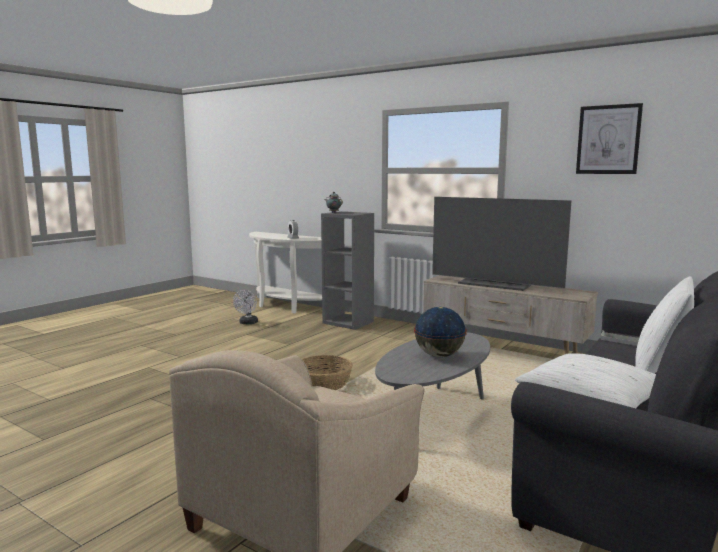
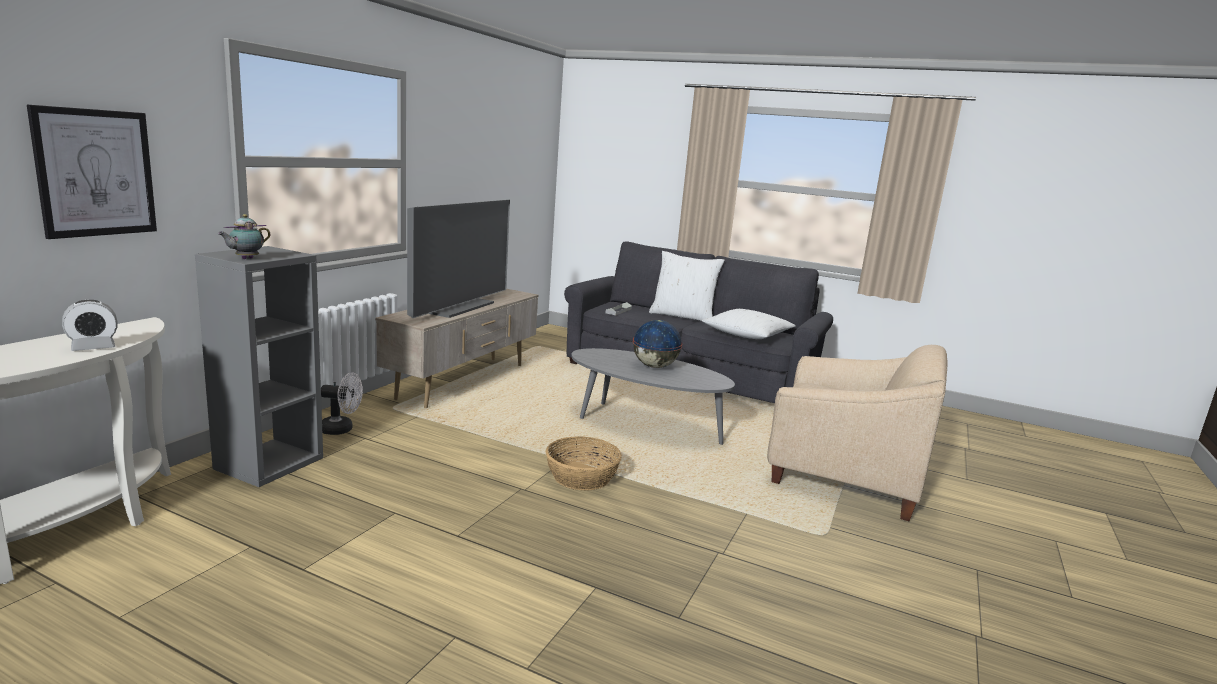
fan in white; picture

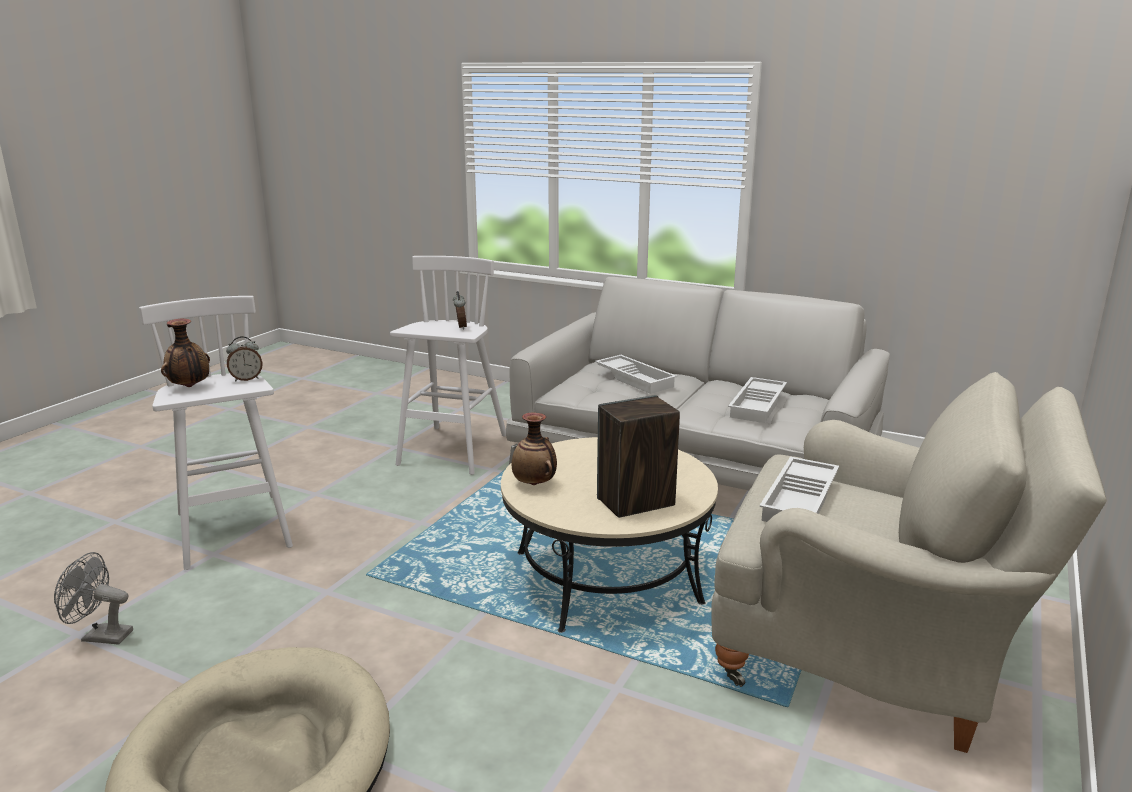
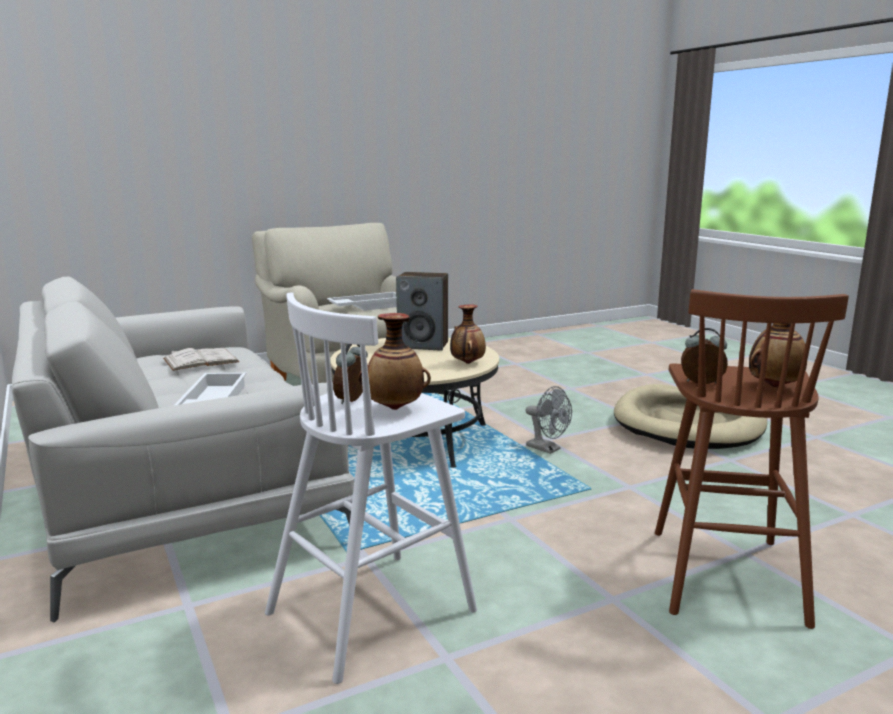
vase (1st from left); fan in grey; book in white; stool in brown

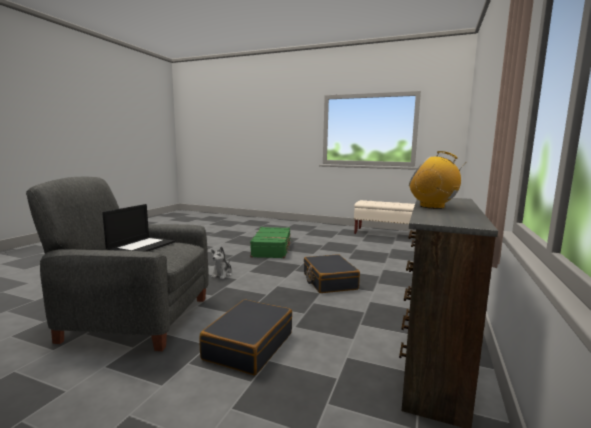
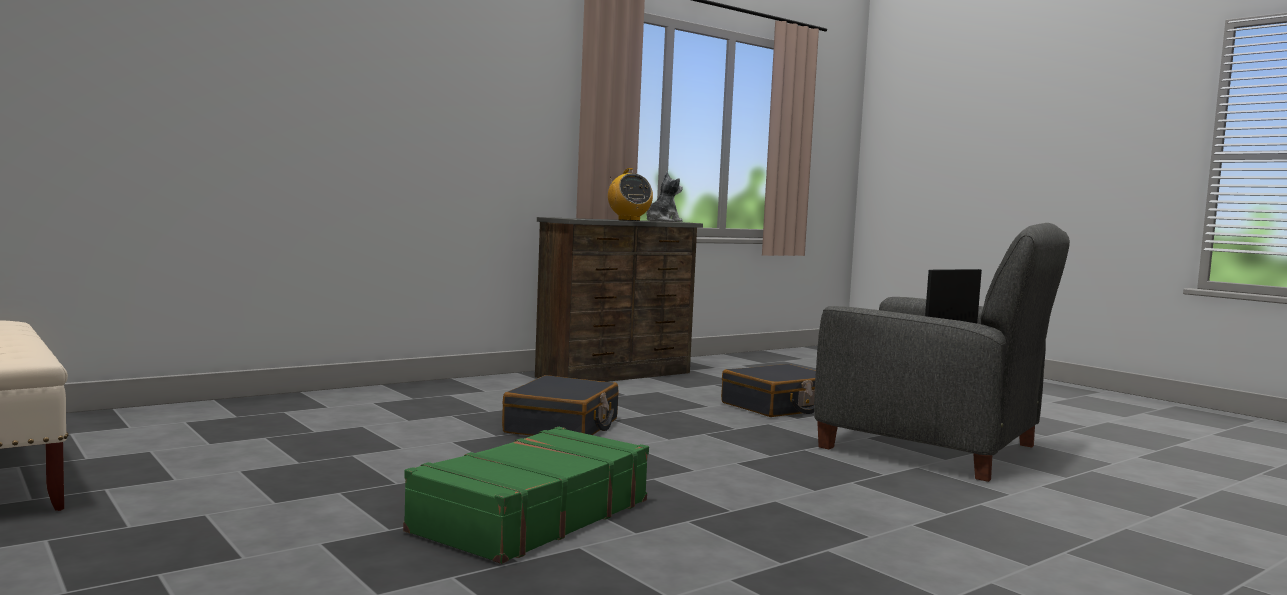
plush toy

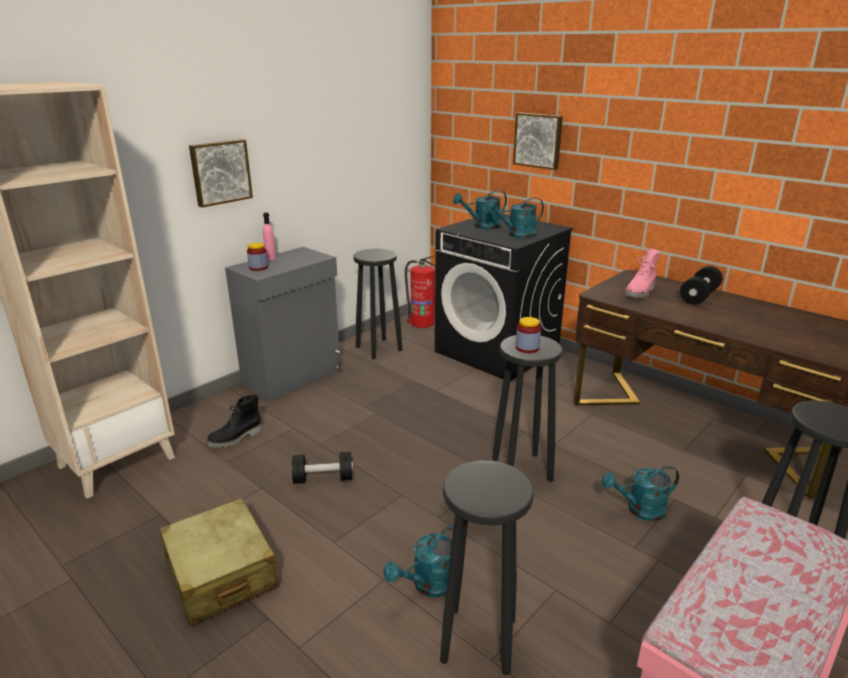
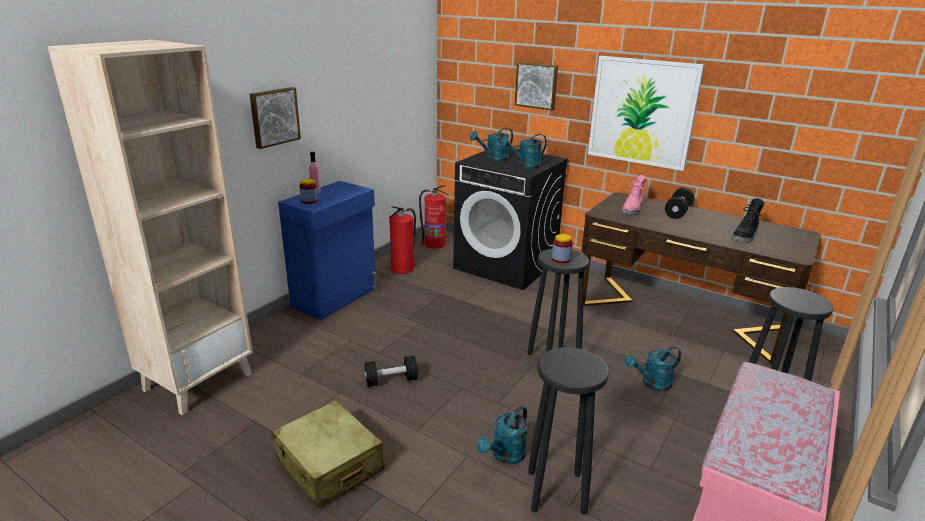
picture (3rd from left); boot in black; fire extinguisher (1st from left); cabinet in blue

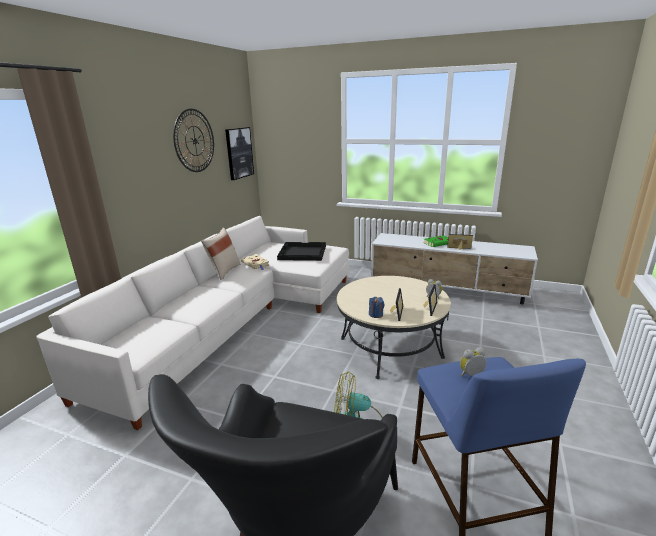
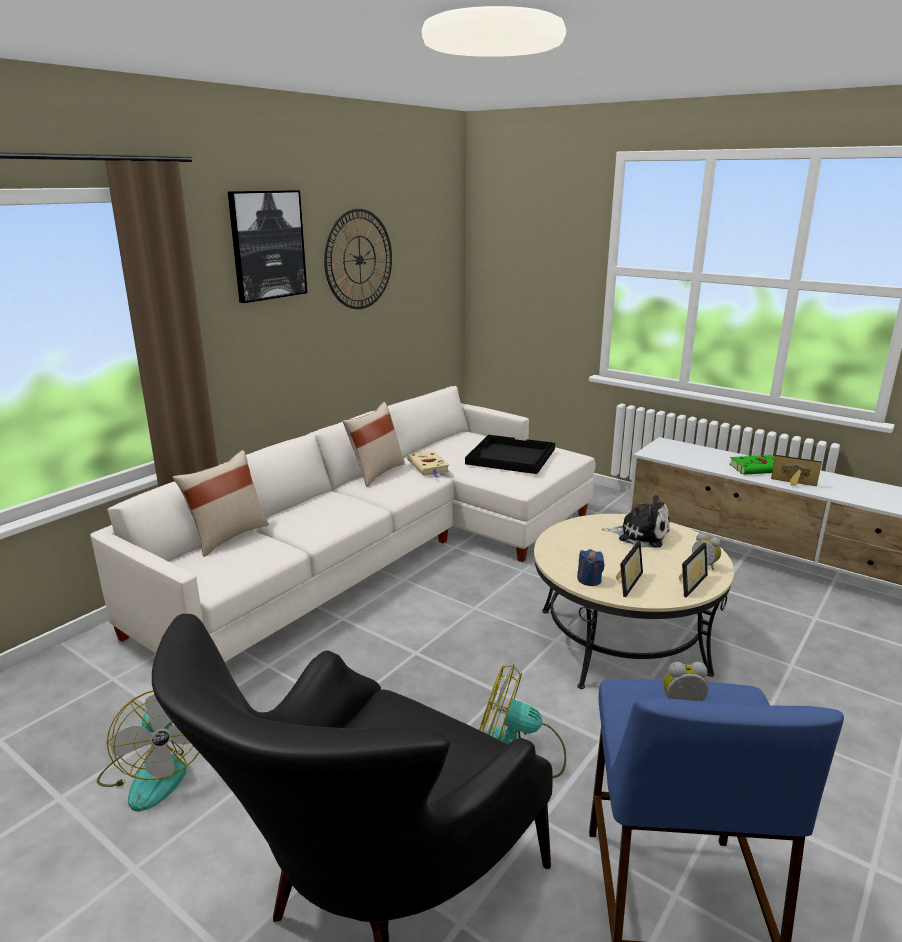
fan (1st from left); pillow in beige (1st from left); plush toy; picture

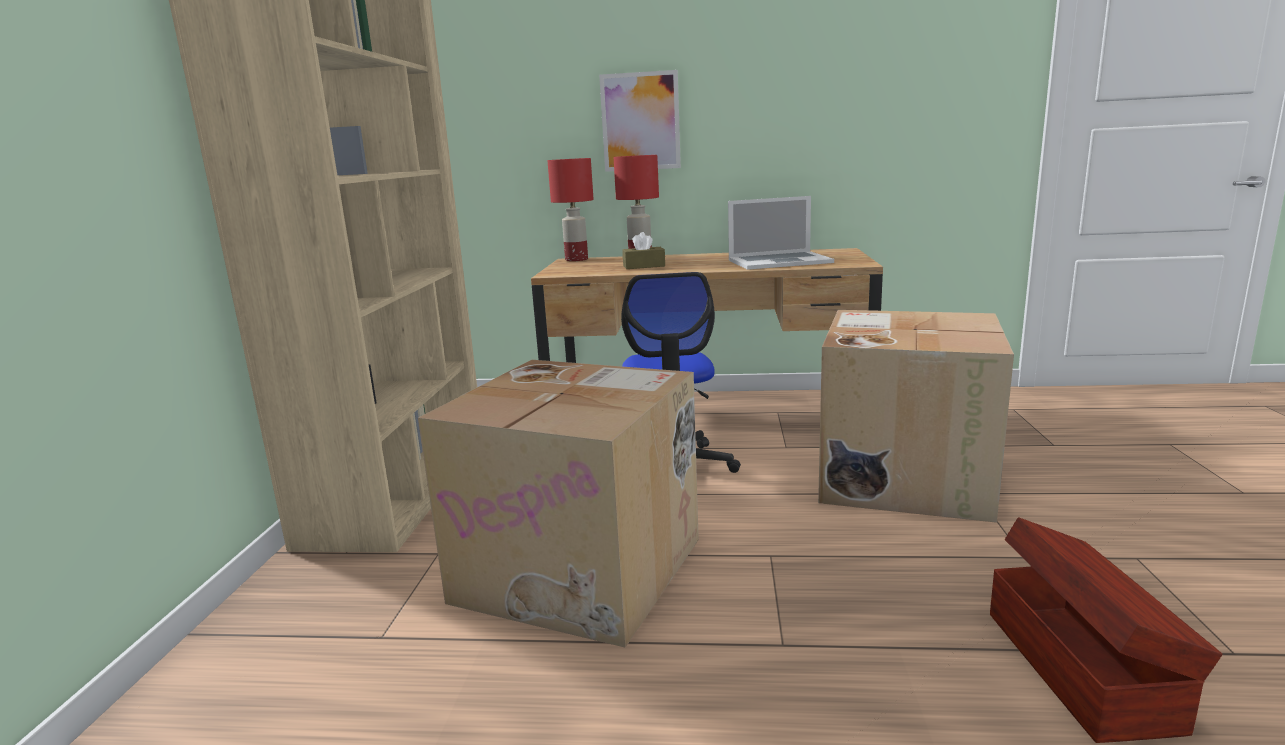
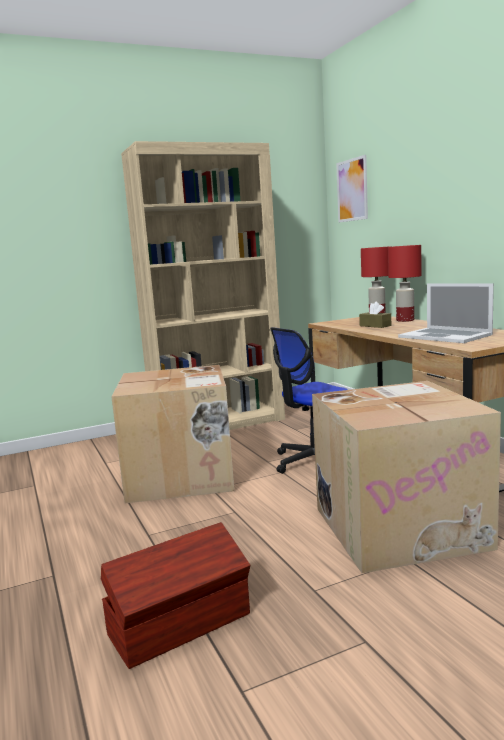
picture

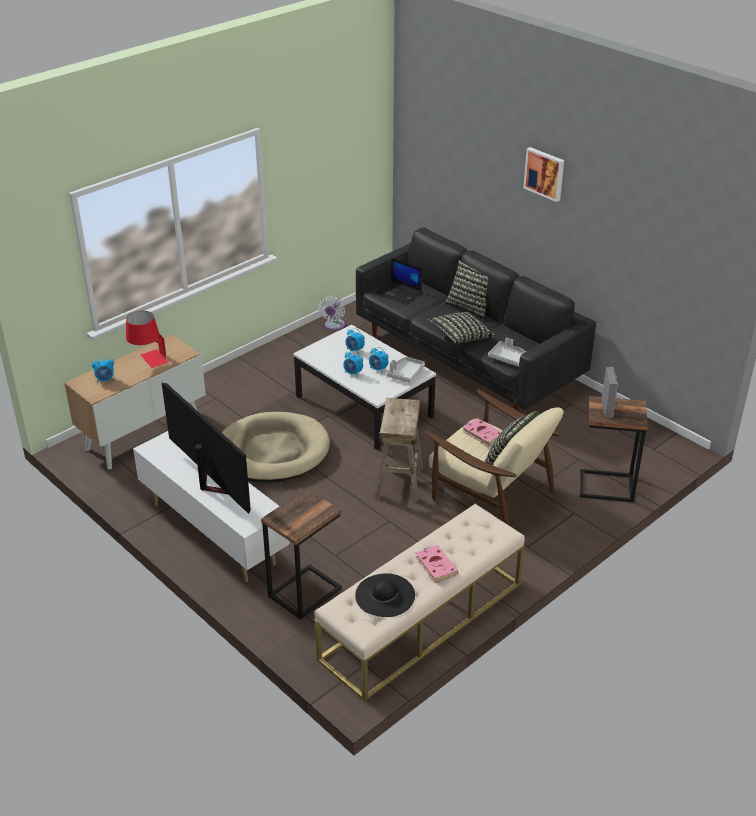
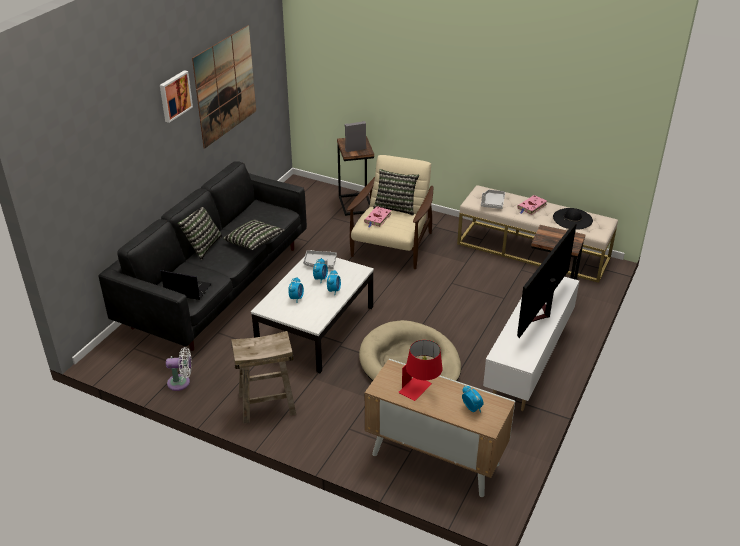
picture (2nd from left); stool in beige; tray in grey (2nd from left); laptop

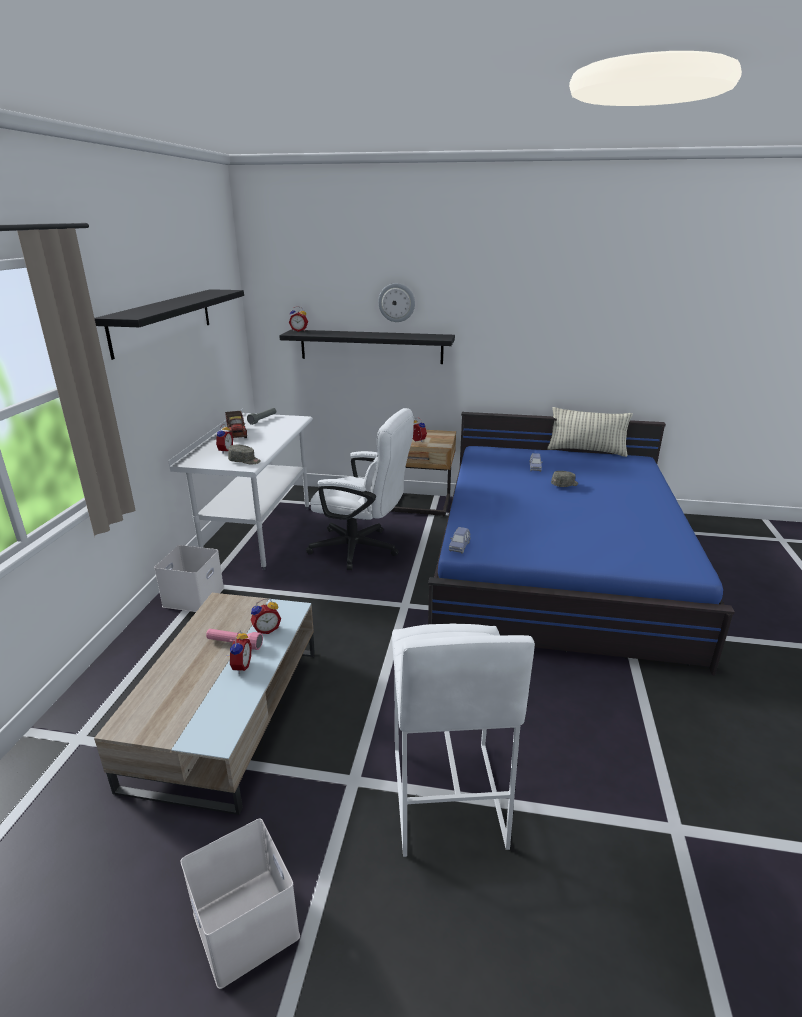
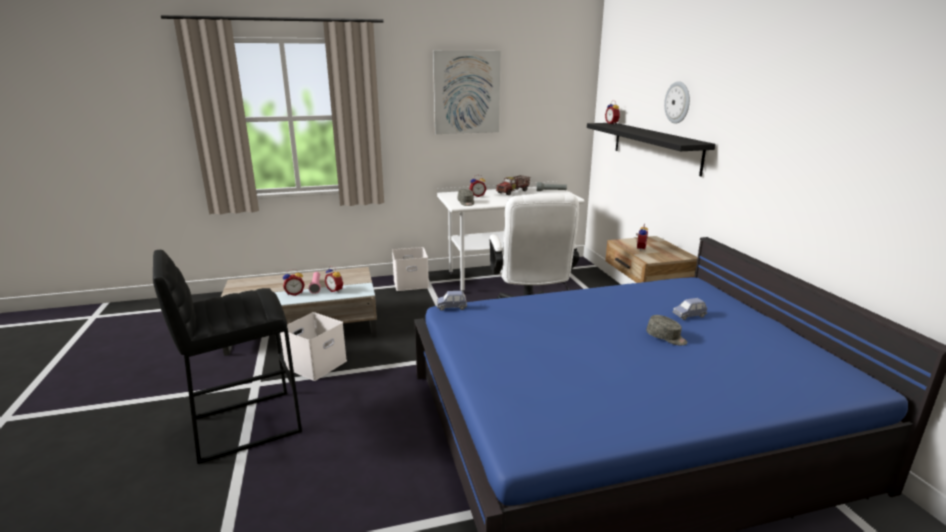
pillow; storage box in white (1st from left); picture; stool in black

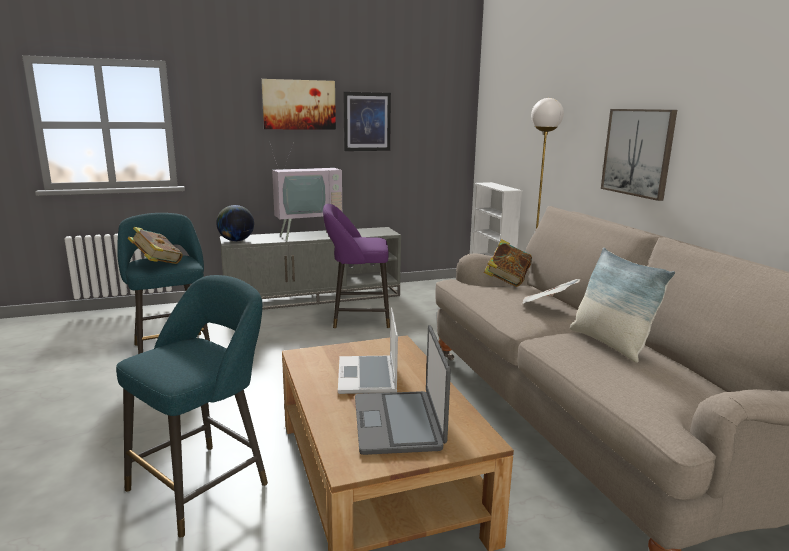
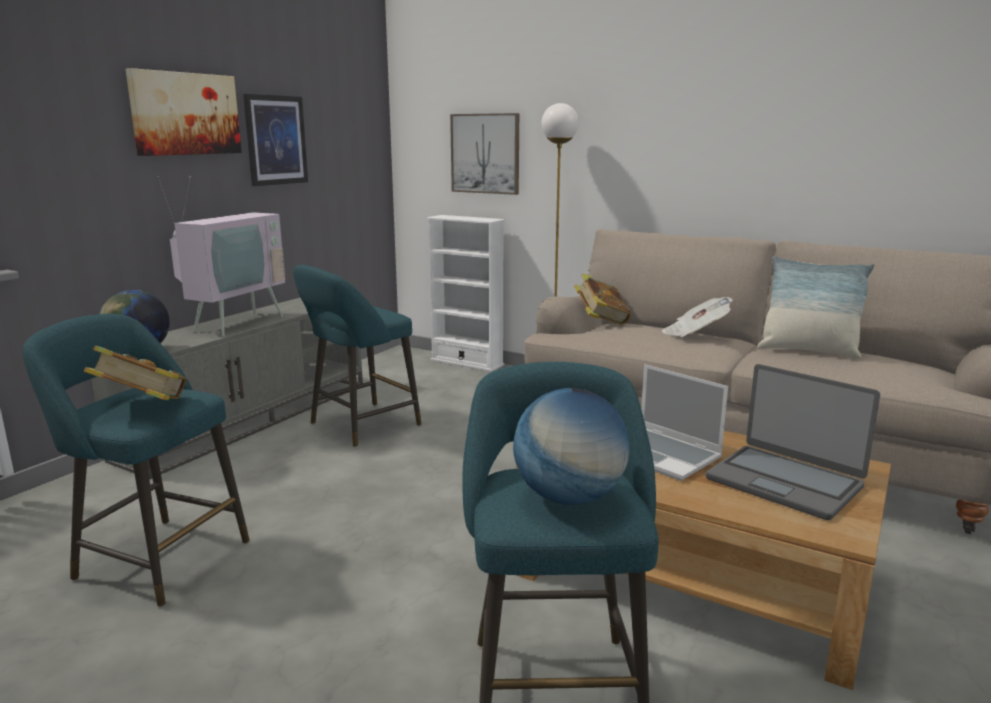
globe (2nd from left); picture (3rd from left); stool in turquoise (2nd from left)

